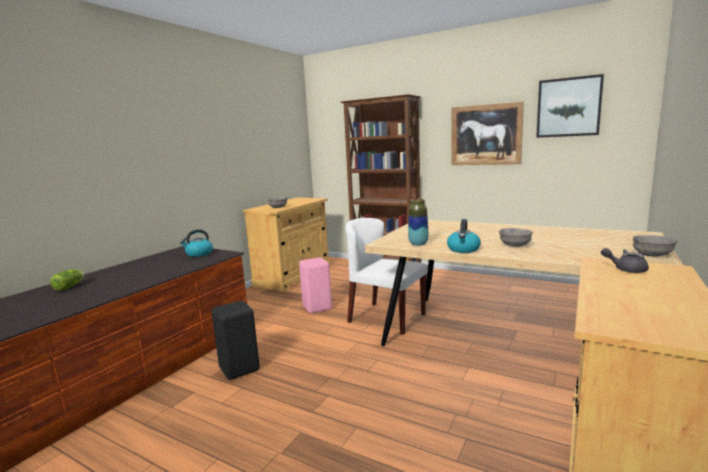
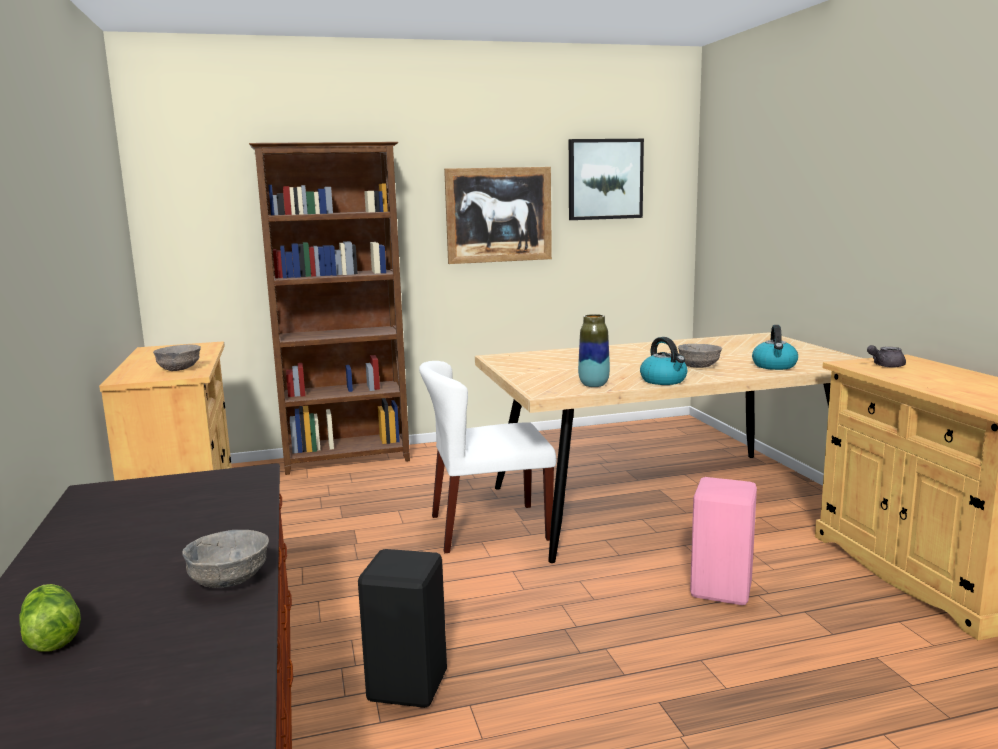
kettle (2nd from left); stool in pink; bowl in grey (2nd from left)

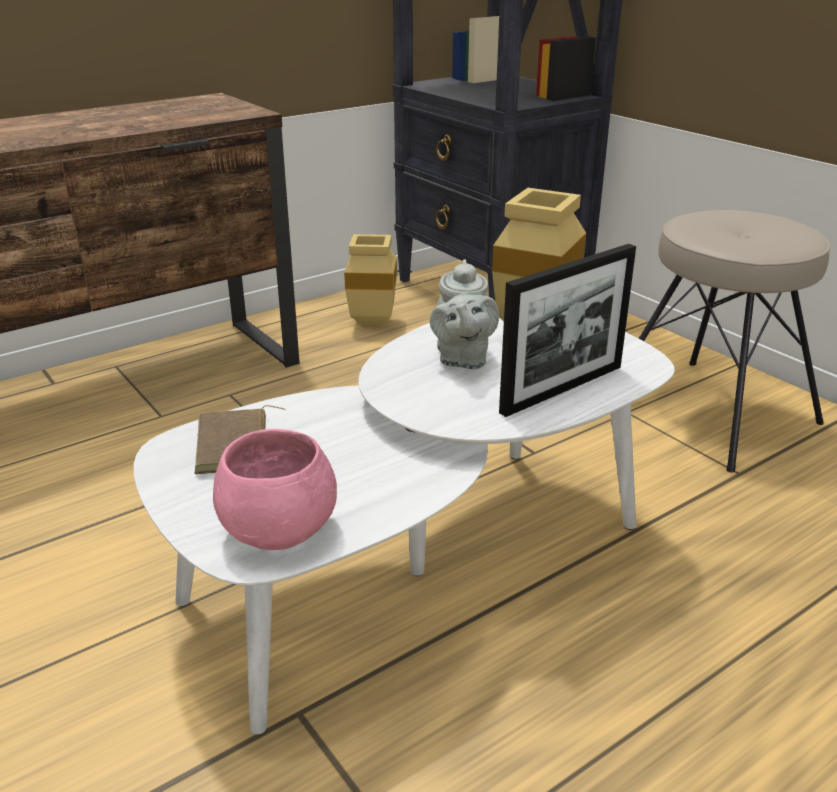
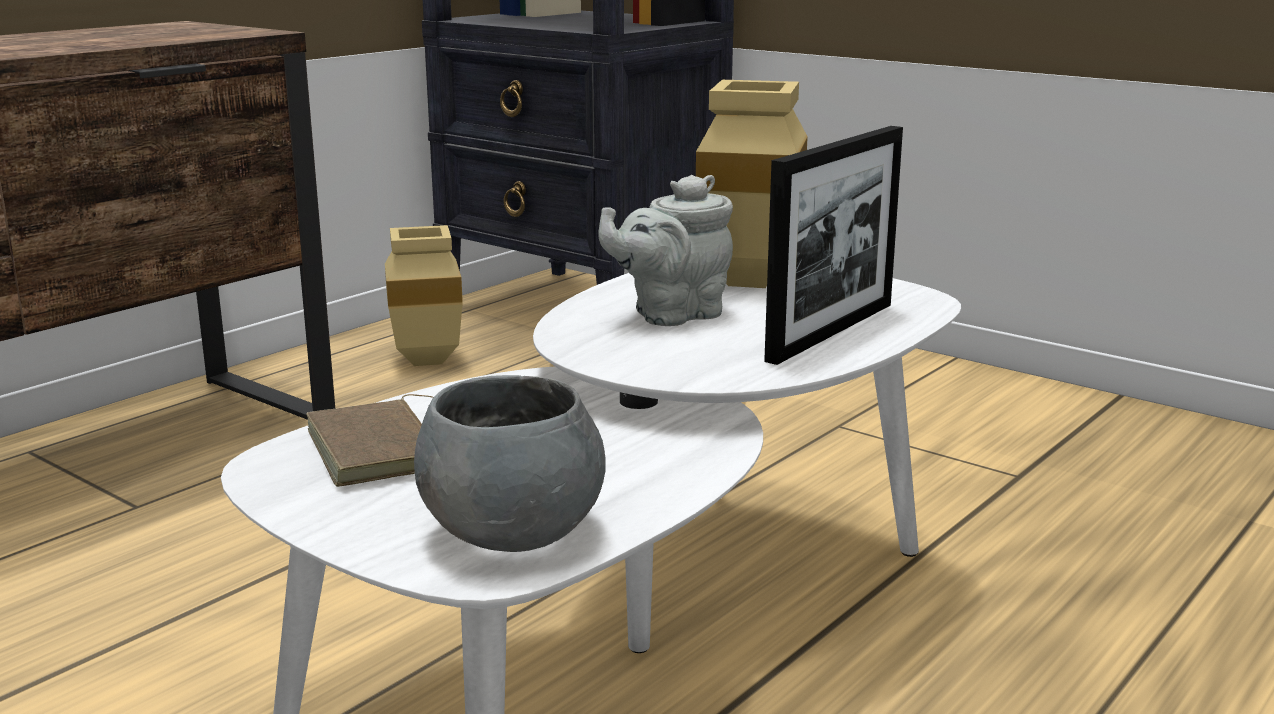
stool in beige; bowl in grey; teapot in grey

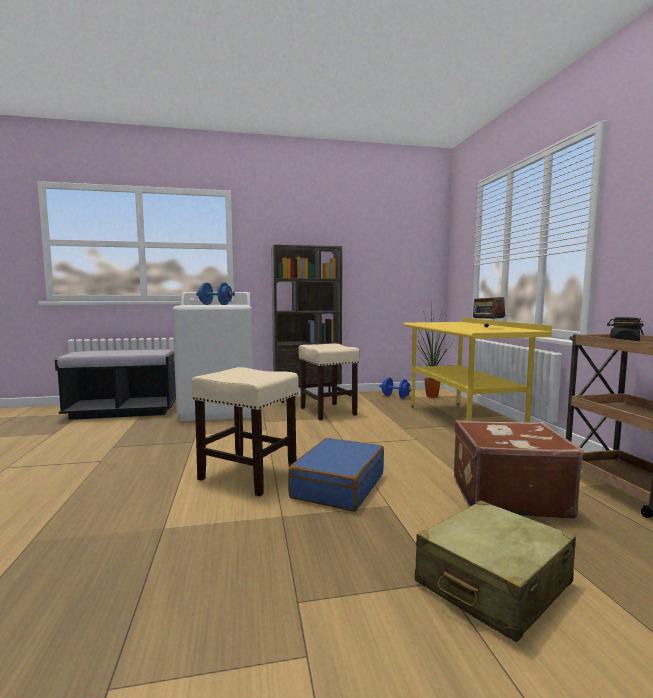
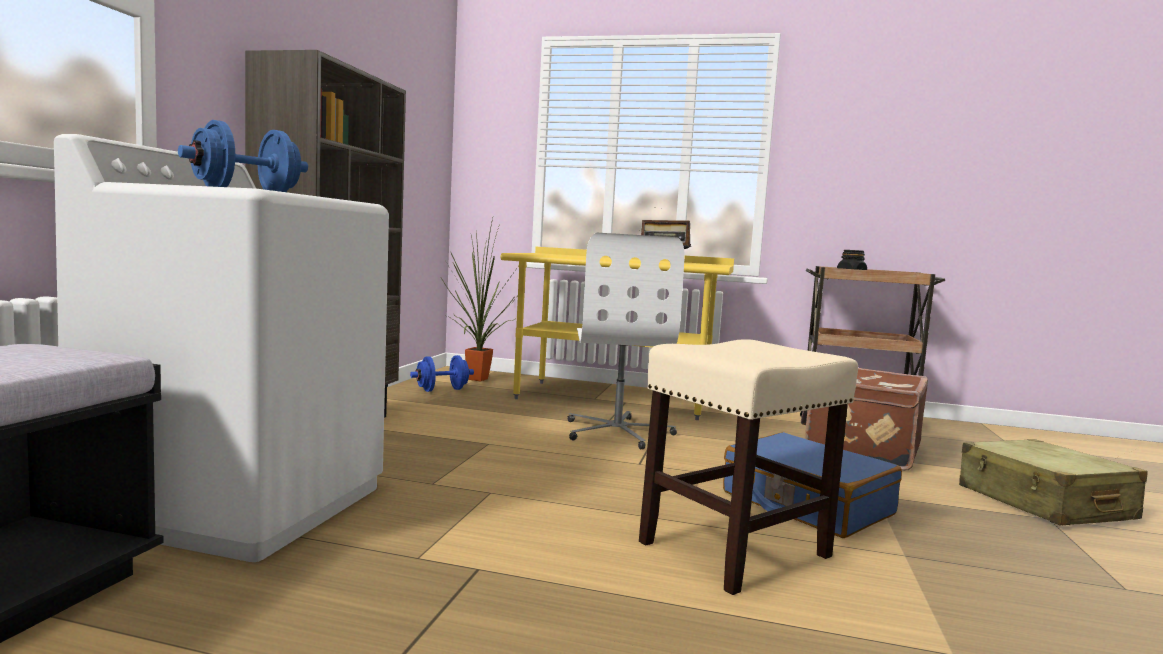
stool in beige (2nd from left in the first image); office chair in white

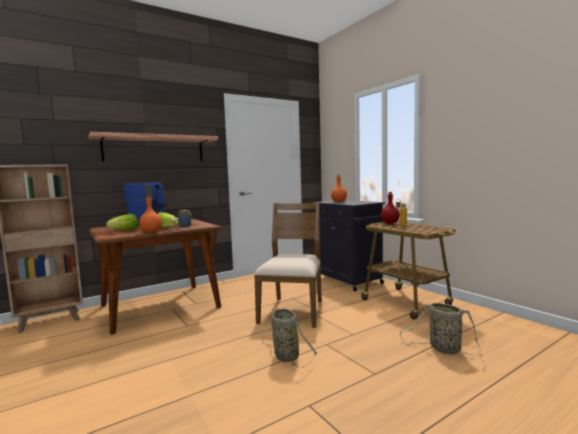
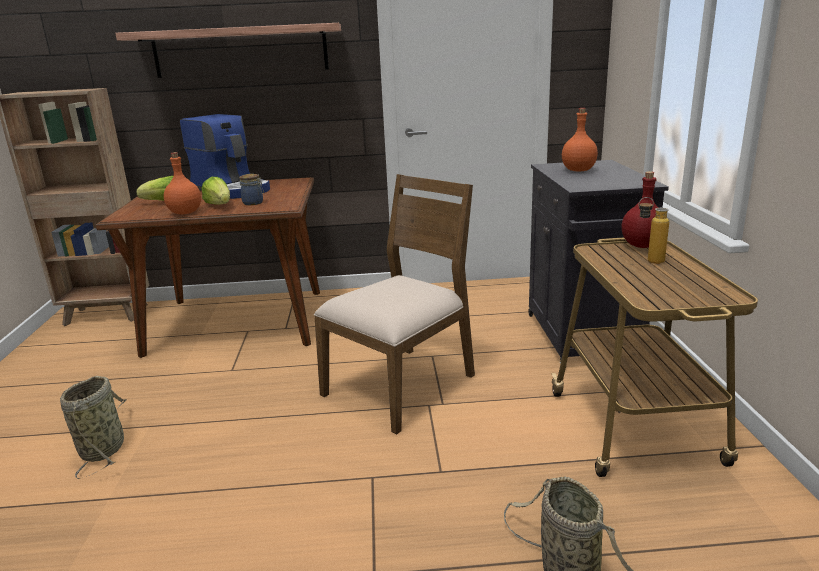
basket (1st from left)

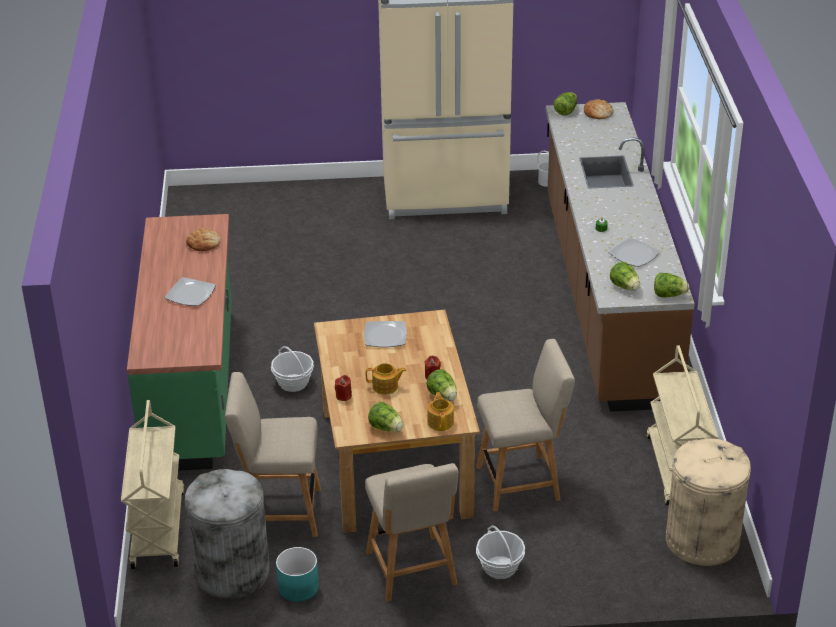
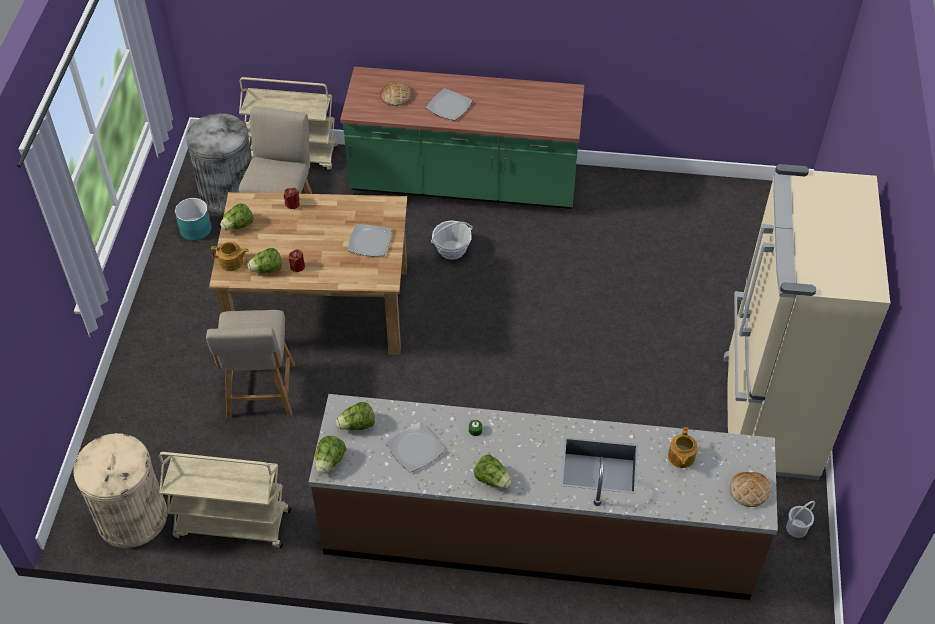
chair in beige (2nd from left in the first image); basket (2nd from left in the first image); bread (1st from left); teapot (2nd from left); lettuce (5th from left)

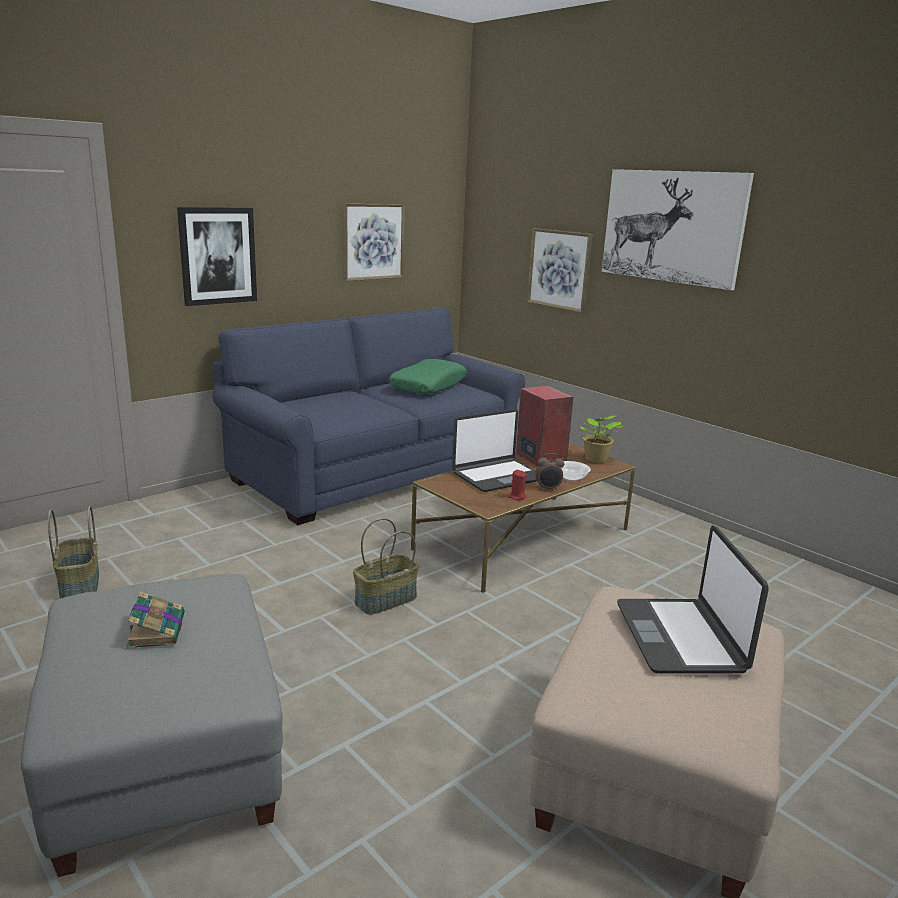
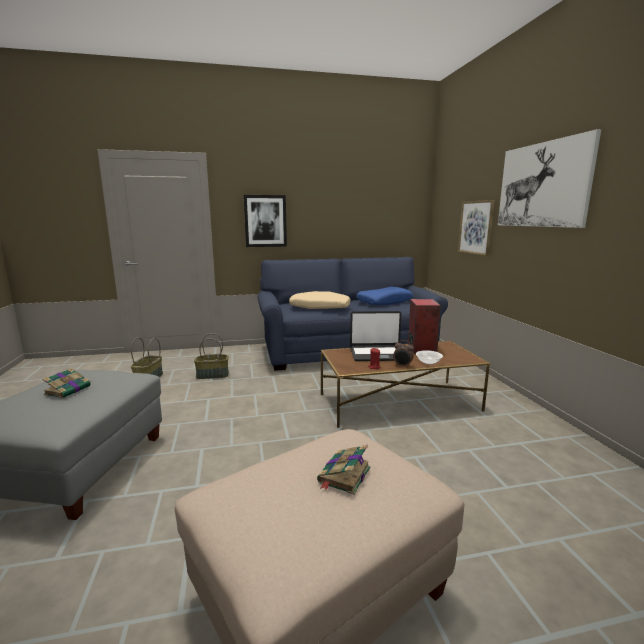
picture (2nd from left in the first image); potted plant; pillow in beige; basket (2nd from left); book (2nd from left); pillow in blue

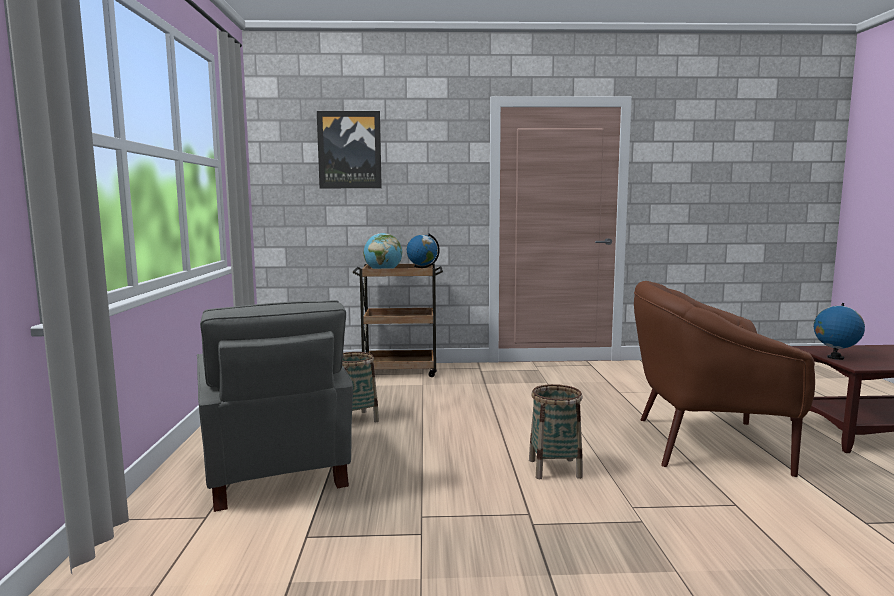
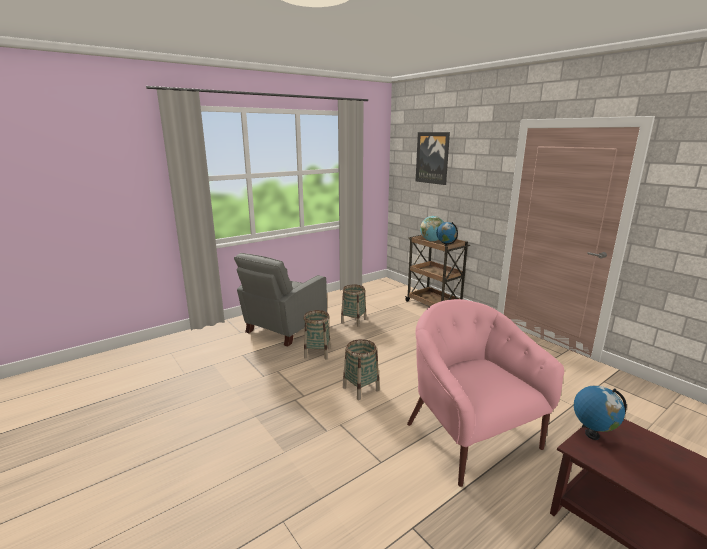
basket (1st from left); armchair in pink

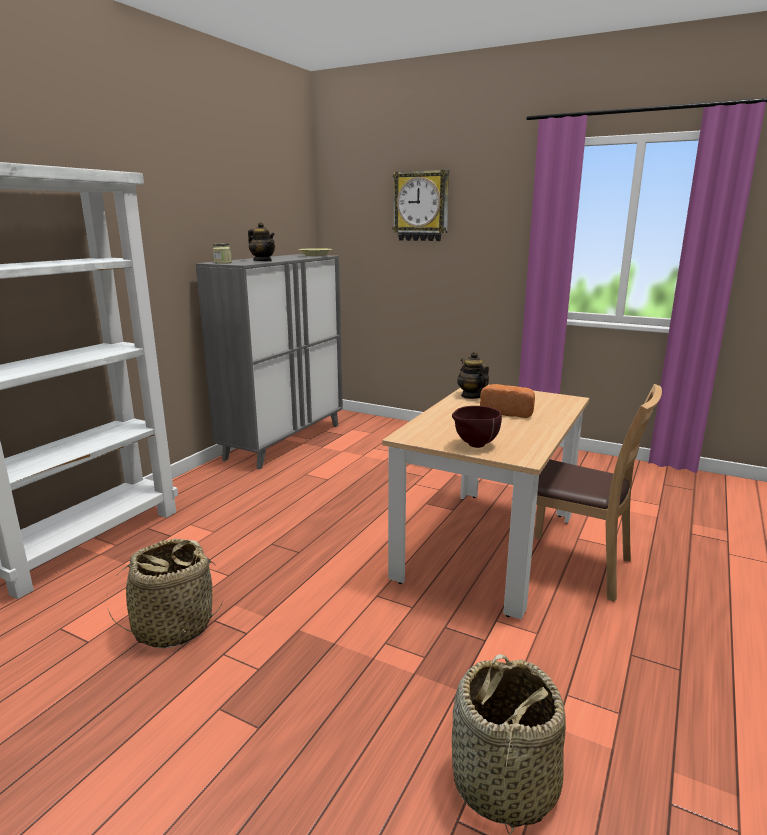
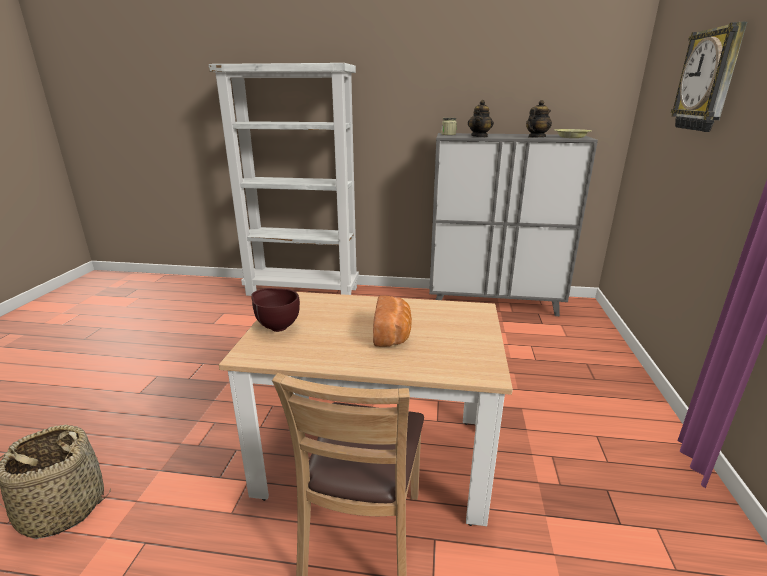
basket (1st from left in the first image); teapot (2nd from left)

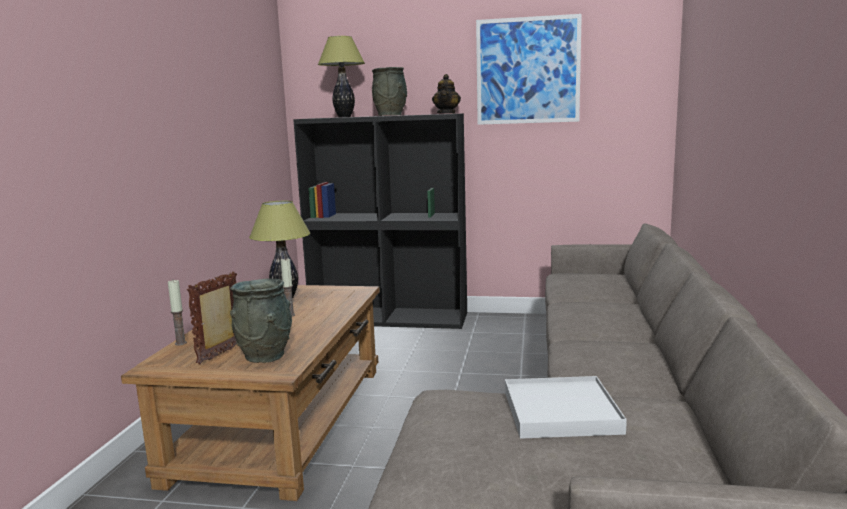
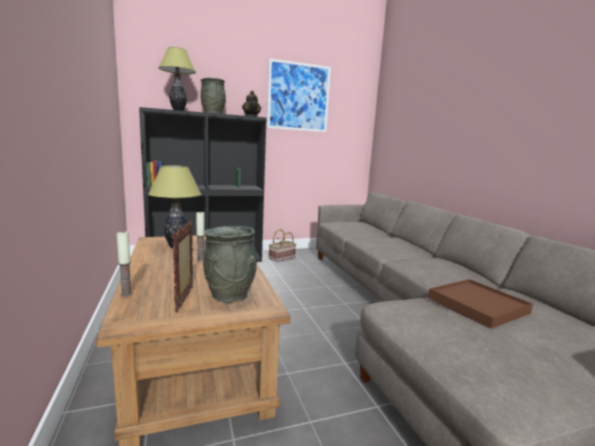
basket; tray in brown

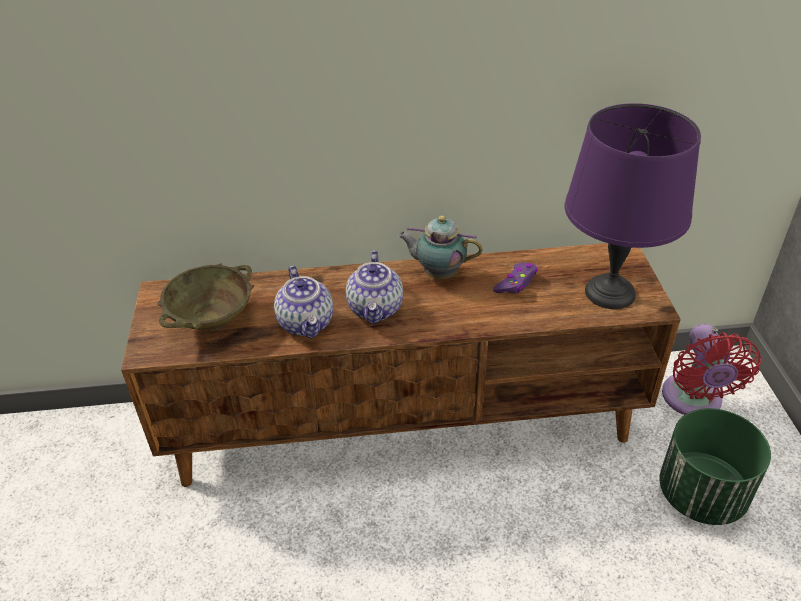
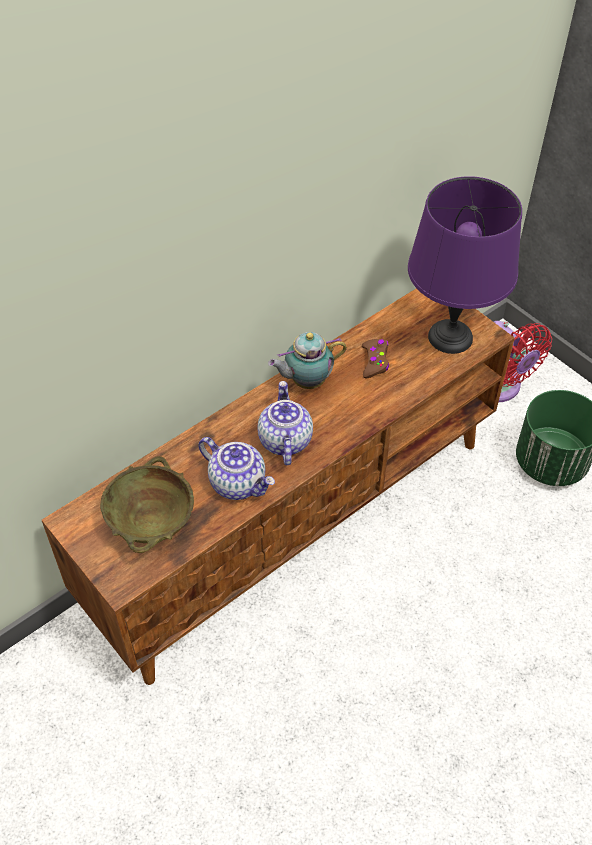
game controller in brown; teapot (2nd from left)

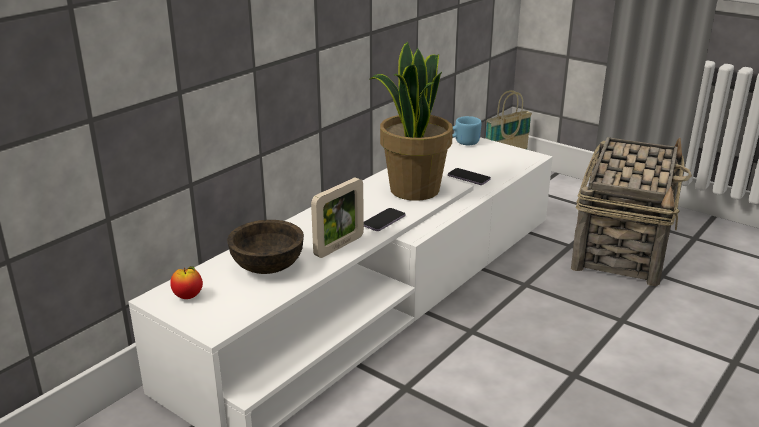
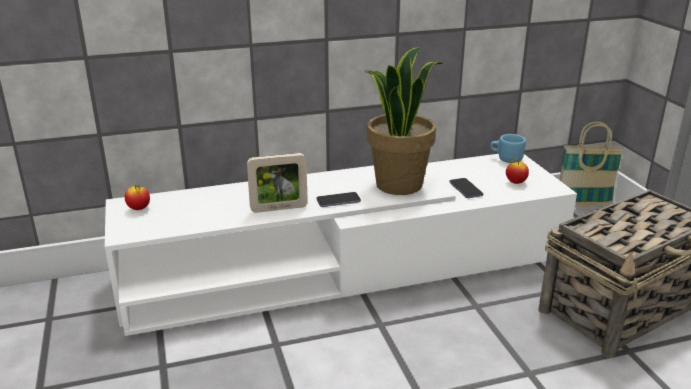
bowl in brown; apple (2nd from left)

